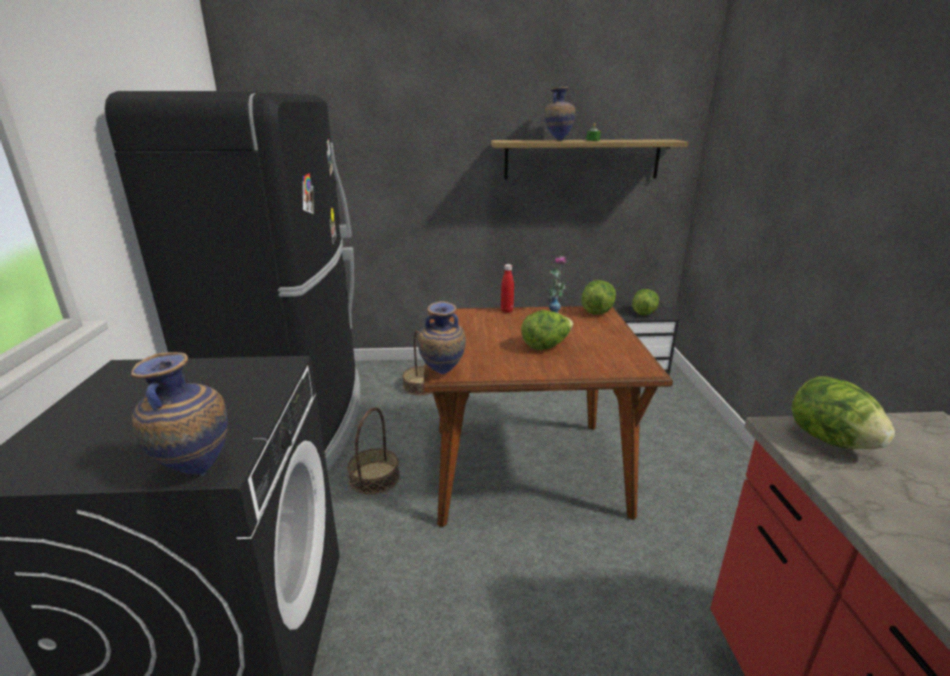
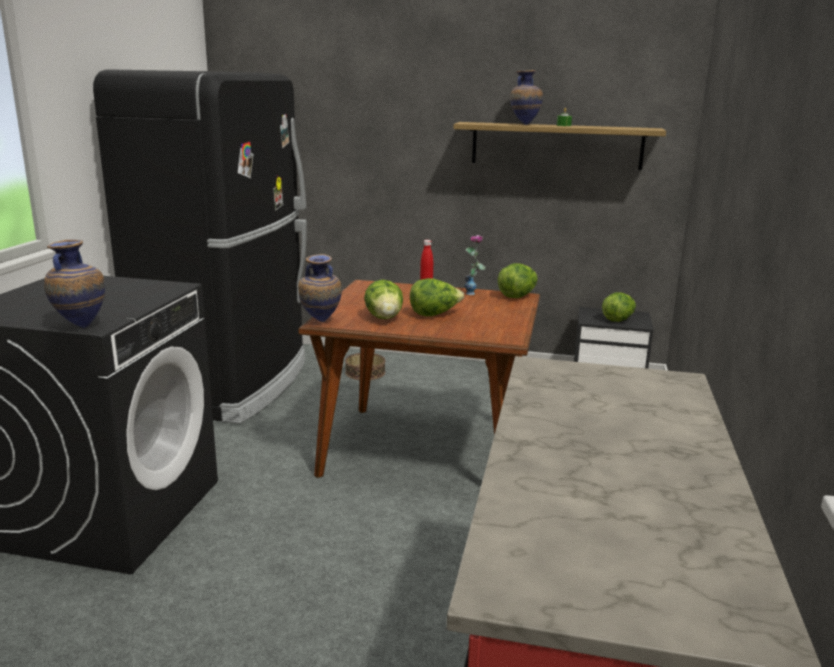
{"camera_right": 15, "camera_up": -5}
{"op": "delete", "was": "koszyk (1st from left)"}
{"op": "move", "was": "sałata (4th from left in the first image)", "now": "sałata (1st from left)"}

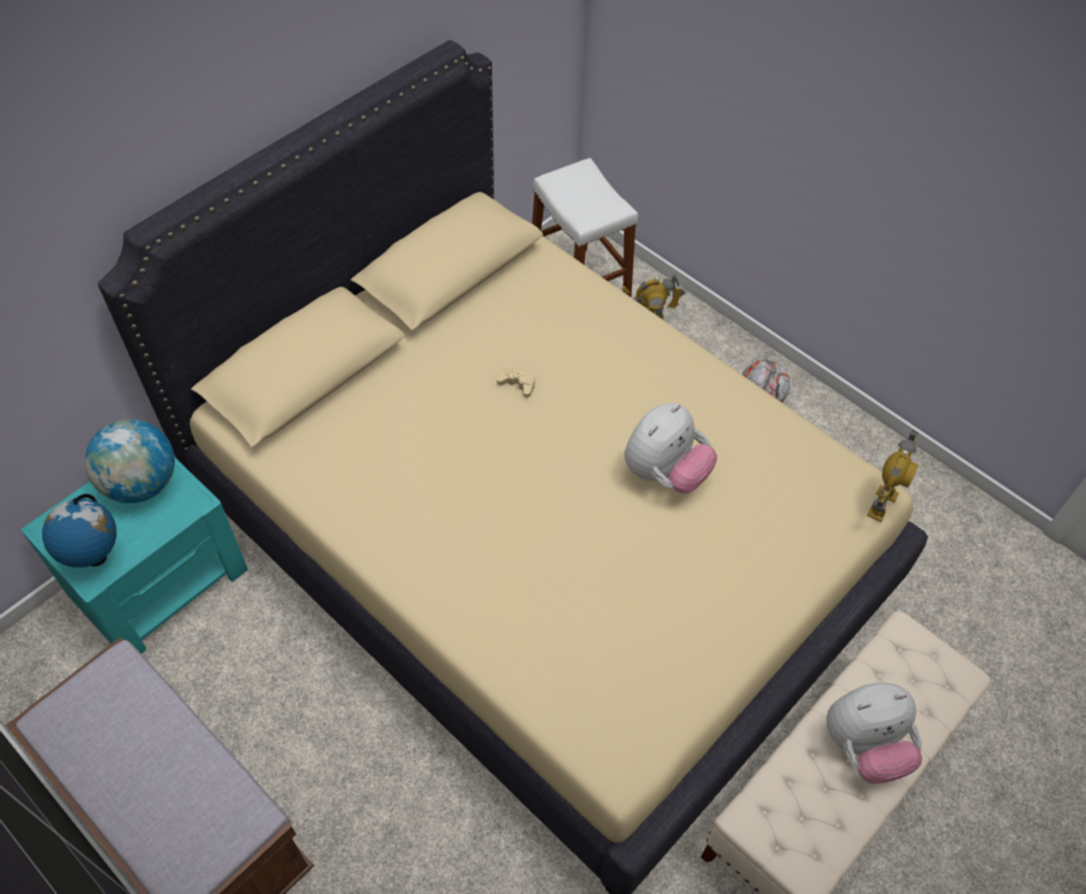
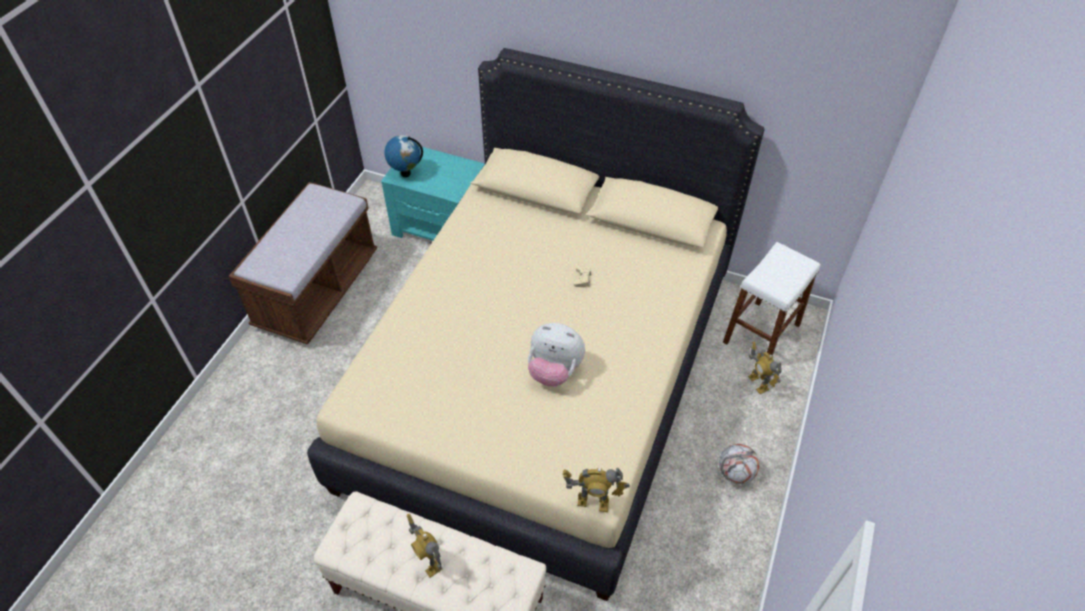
{"camera_right": 70, "camera_up": -5}
{"op": "delete", "was": "globus (2nd from left)"}
{"op": "replace", "was": "pluszak (2nd from left)", "now": "robot zabawkowy (1st from left)"}

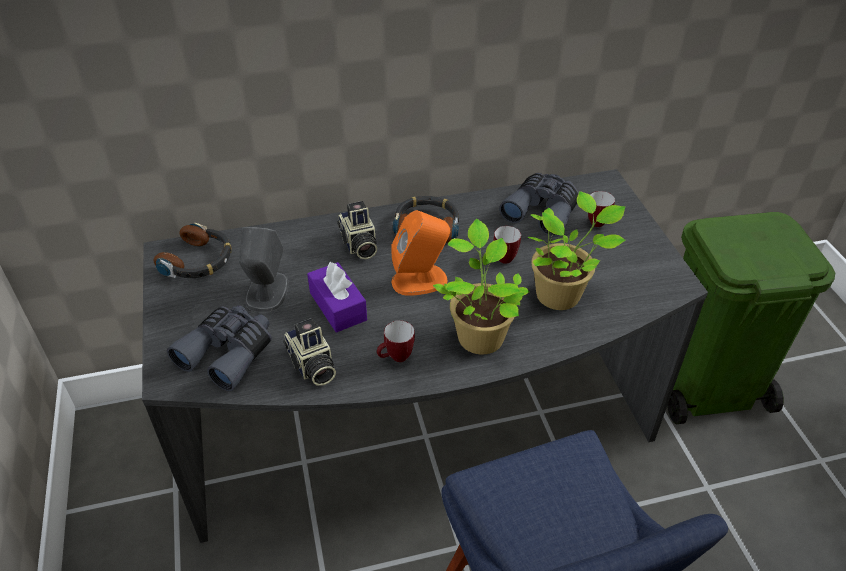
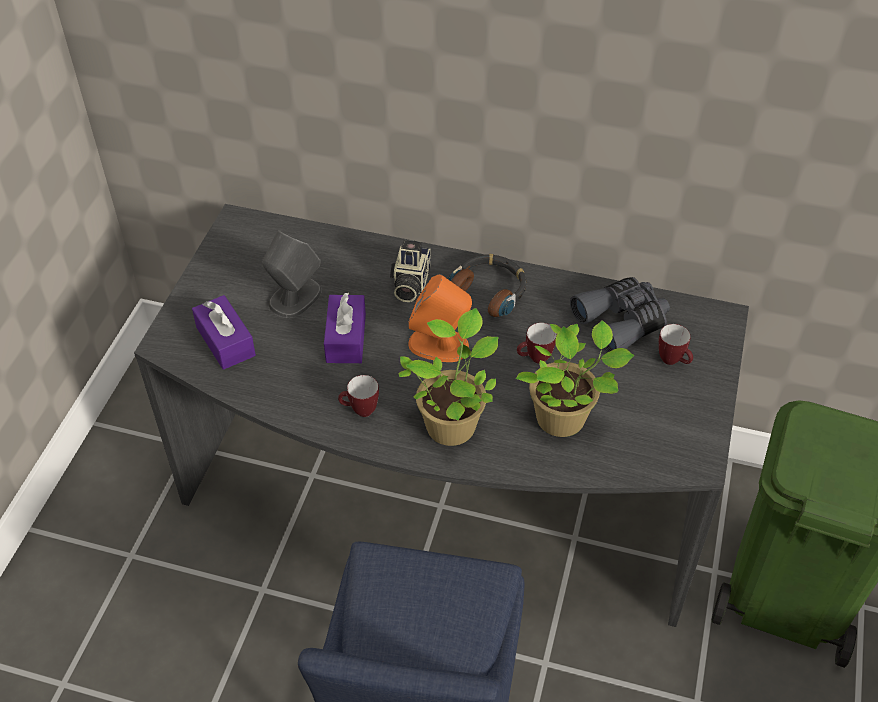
{"camera_right": 30, "camera_up": 5}
{"op": "delete", "was": "słuchawki (1st from left)"}
{"op": "delete", "was": "aparat fotograficzny (1st from left)"}
{"op": "replace", "was": "lornetka (szary) (1st from left)", "now": "pudełko chusteczek (fioletowy) (1st from left)"}

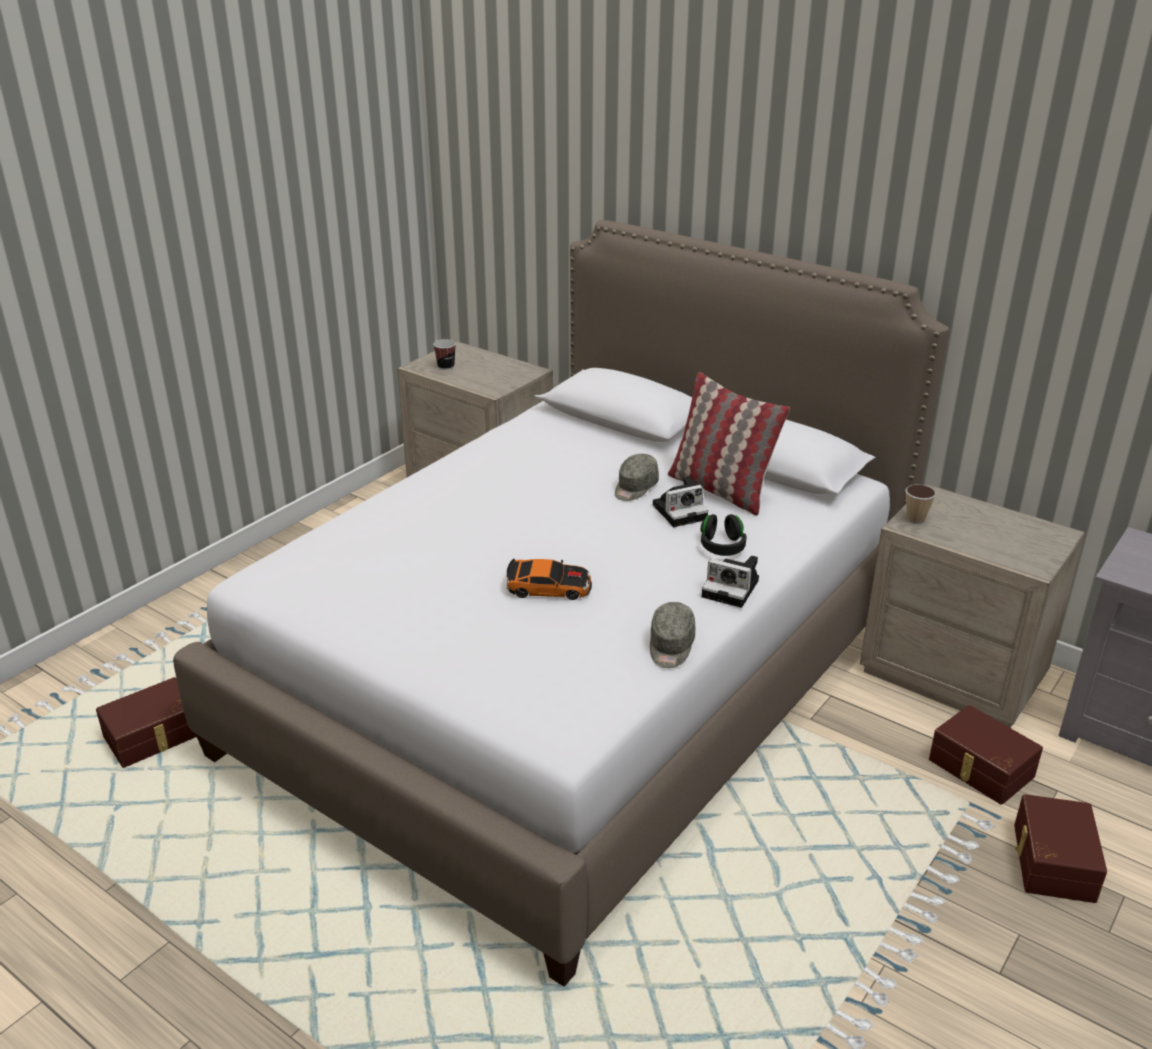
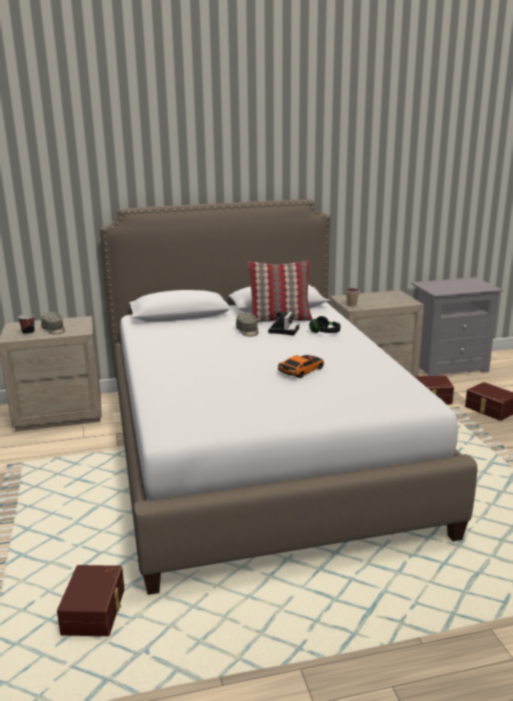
{"camera_right": -50, "camera_up": -10}
{"op": "delete", "was": "aparat fotograficzny (2nd from left)"}
{"op": "move", "was": "czapka z daszkiem (szary) (2nd from left in the first image)", "now": "czapka z daszkiem (szary) (1st from left)"}

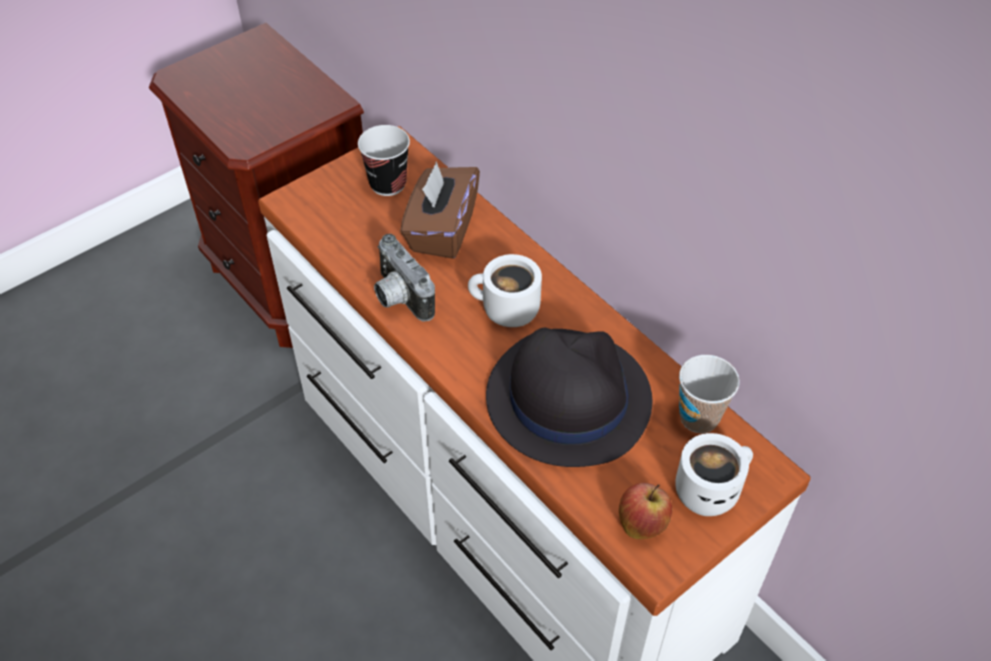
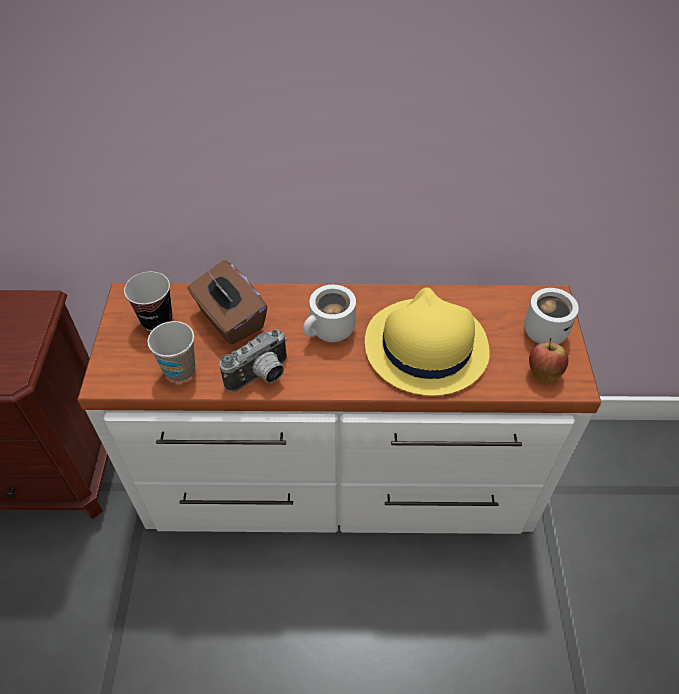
{"camera_right": -50, "camera_up": 0}
{"op": "move", "was": "filiżanka (2nd from left)"}
{"op": "recolor", "was": "kapelusz (czarny)", "now": "kapelusz (żółty)"}
{"op": "rotate", "was": "aparat fotograficzny", "clockwise": -45}

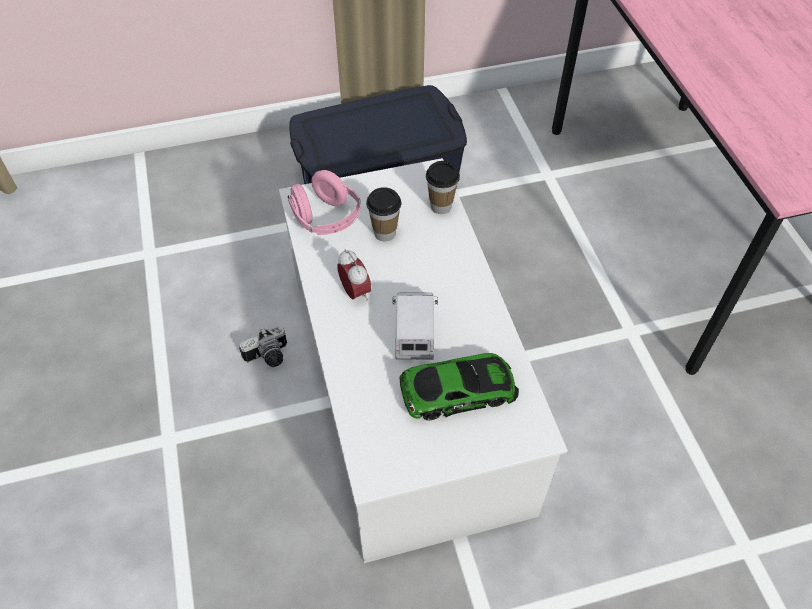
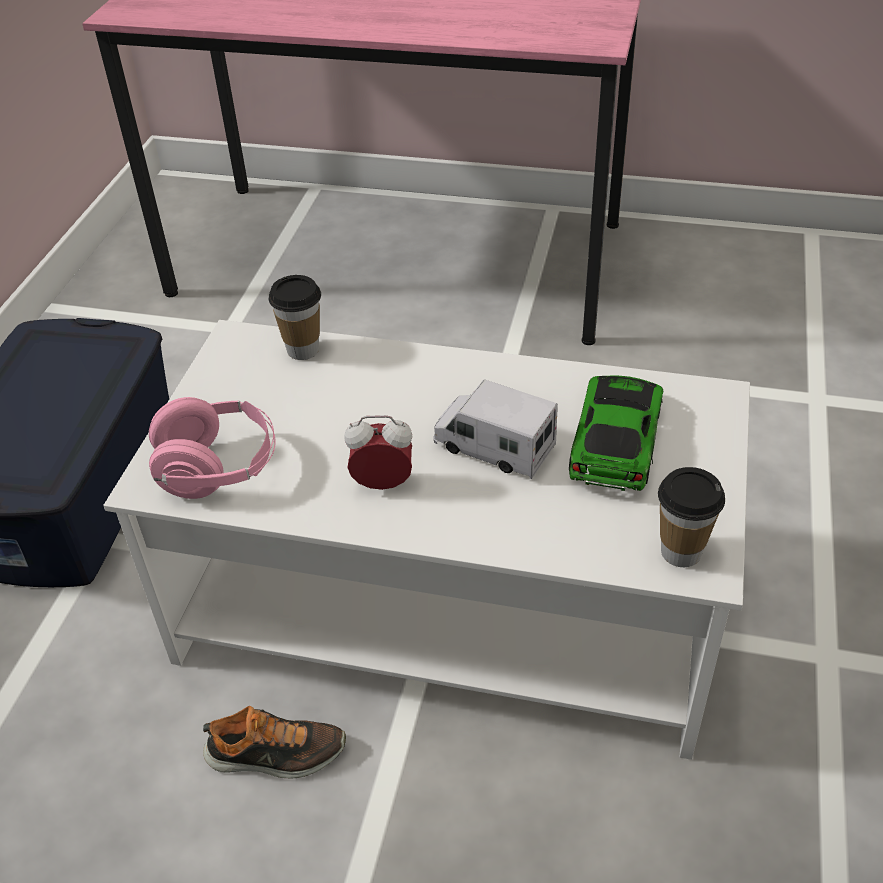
{"camera_right": -60, "camera_up": -10}
{"op": "move", "was": "filiżanka (1st from left in the first image)", "now": "filiżanka (2nd from left)"}
{"op": "replace", "was": "aparat fotograficzny", "now": "but"}

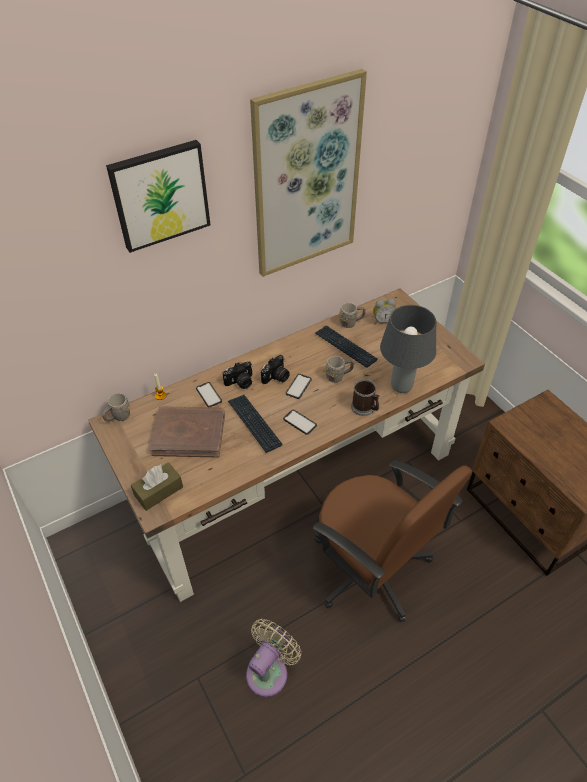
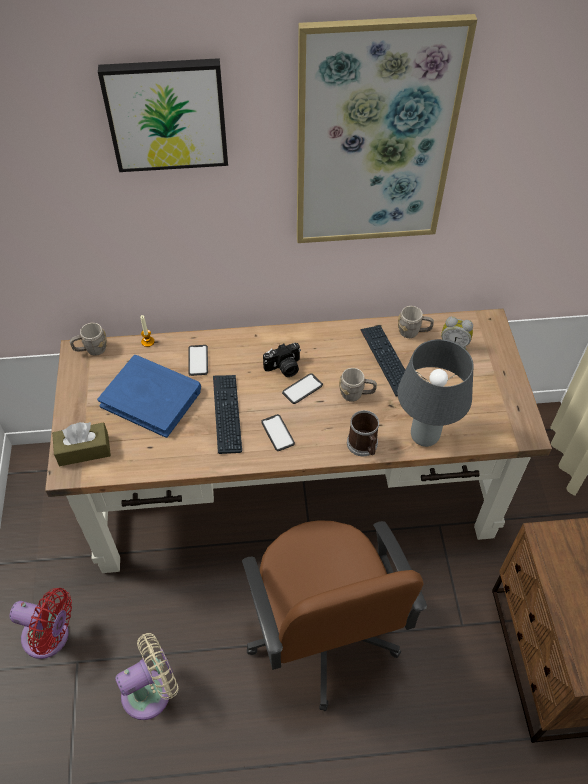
{"camera_right": 25, "camera_up": 5}
{"op": "delete", "was": "aparat fotograficzny (1st from left)"}
{"op": "insert", "now": "wentylator (czerwony)"}
{"op": "recolor", "was": "książka (brązowy)", "now": "książka (niebieski)"}

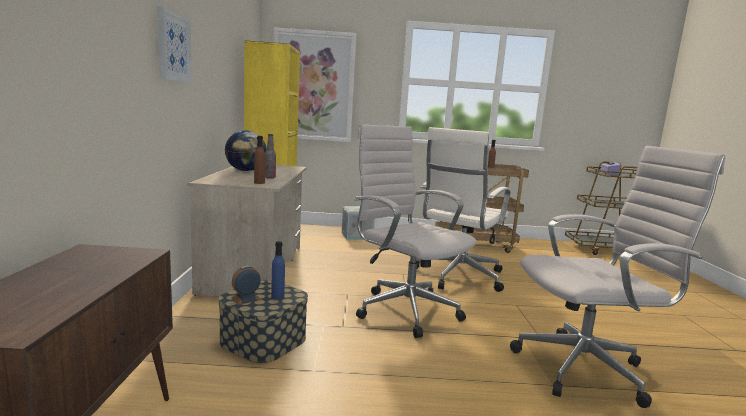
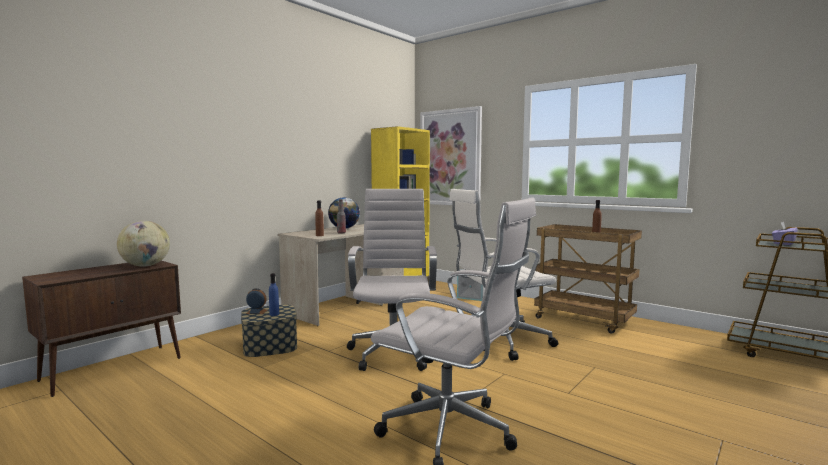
{"camera_right": 40, "camera_up": -5}
{"op": "delete", "was": "obraz (1st from left)"}
{"op": "insert", "now": "globus (1st from left)"}

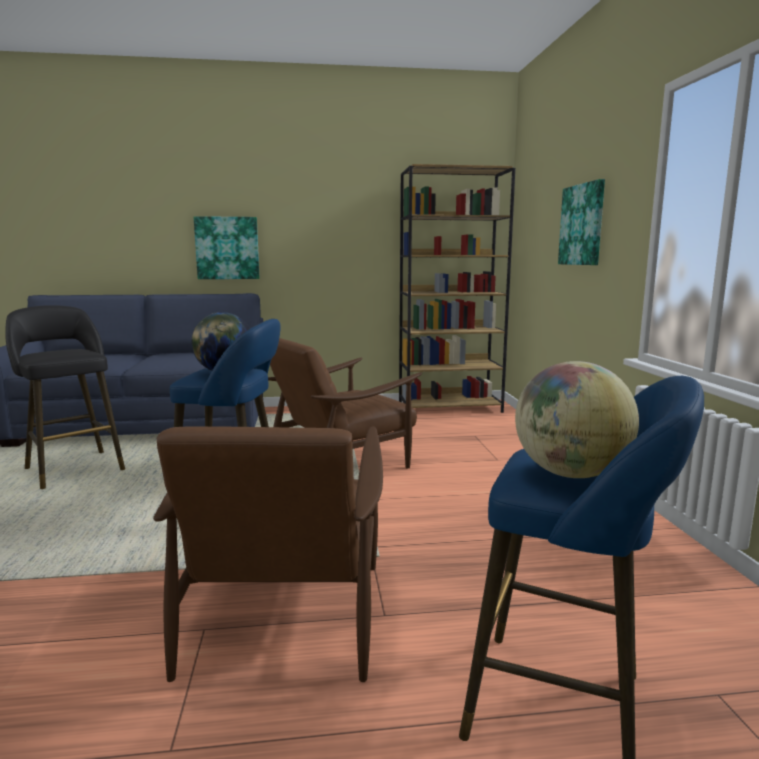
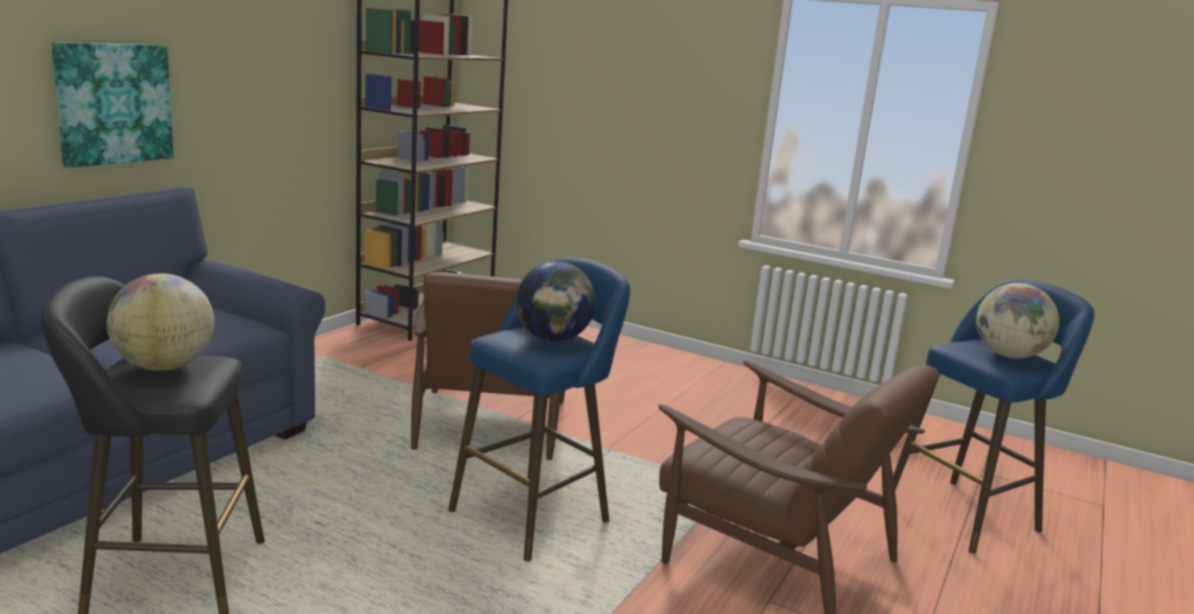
{"camera_right": -55, "camera_up": 5}
{"op": "delete", "was": "obraz (2nd from left)"}
{"op": "insert", "now": "globus (1st from left)"}

